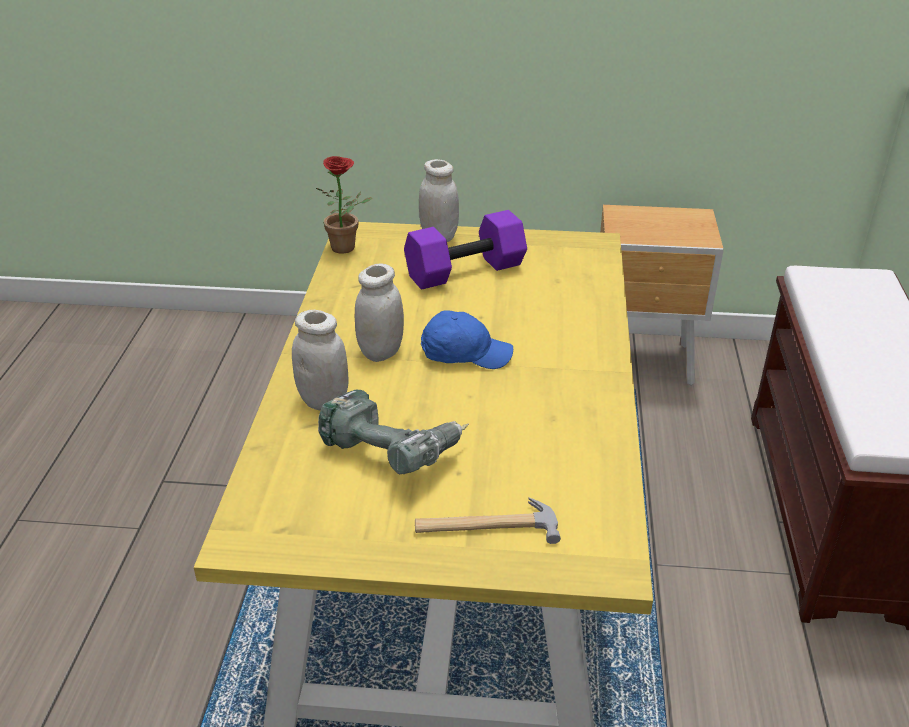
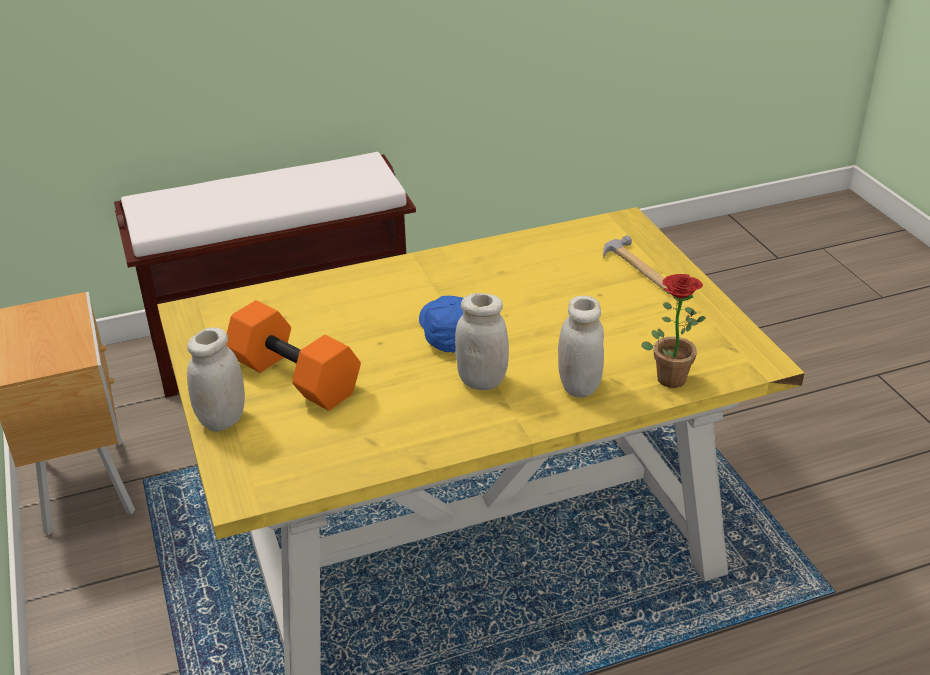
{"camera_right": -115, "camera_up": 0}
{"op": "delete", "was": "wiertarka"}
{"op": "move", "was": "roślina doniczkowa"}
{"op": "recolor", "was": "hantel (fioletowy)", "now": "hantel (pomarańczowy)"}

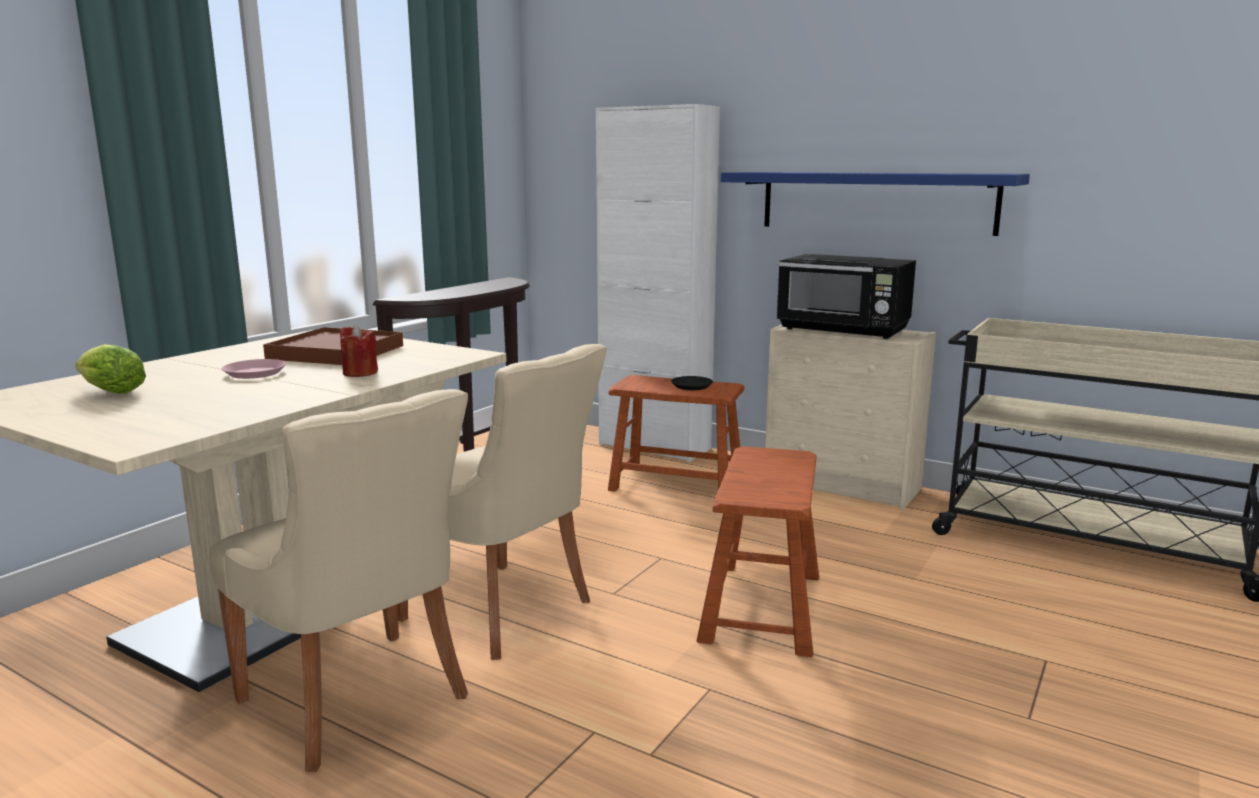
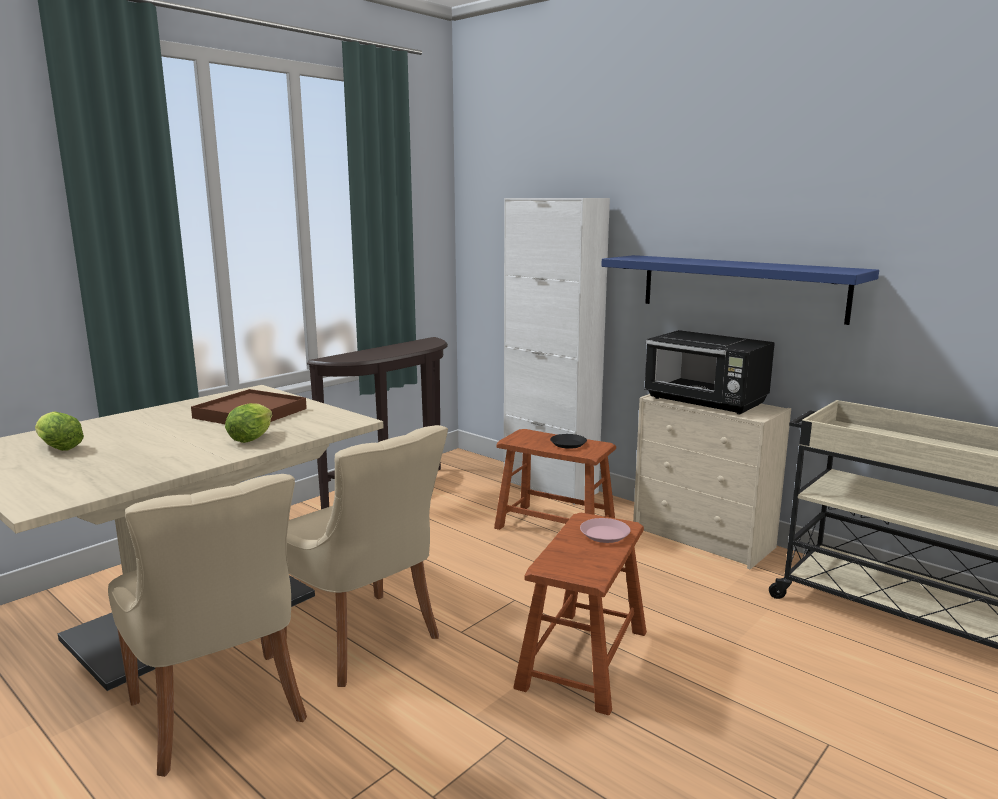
{"camera_right": 10, "camera_up": 0}
{"op": "move", "was": "talerz (różowy)"}
{"op": "replace", "was": "świeca (czerwony)", "now": "sałata (2nd from left)"}

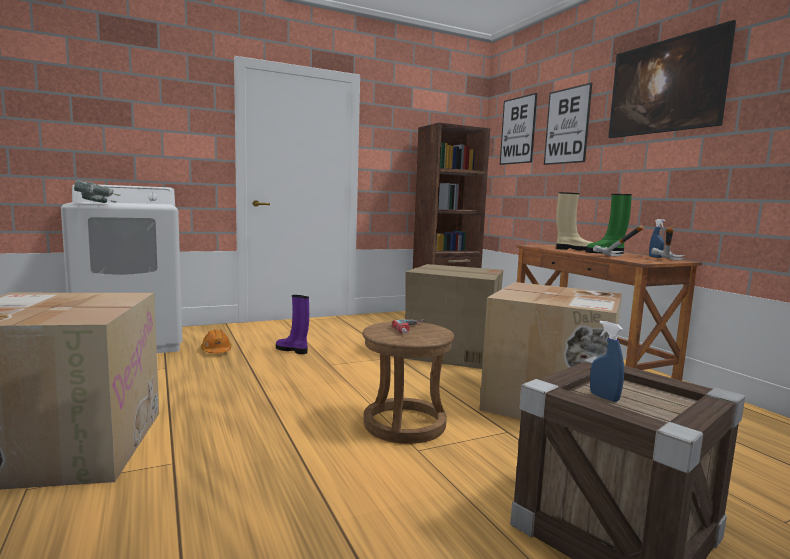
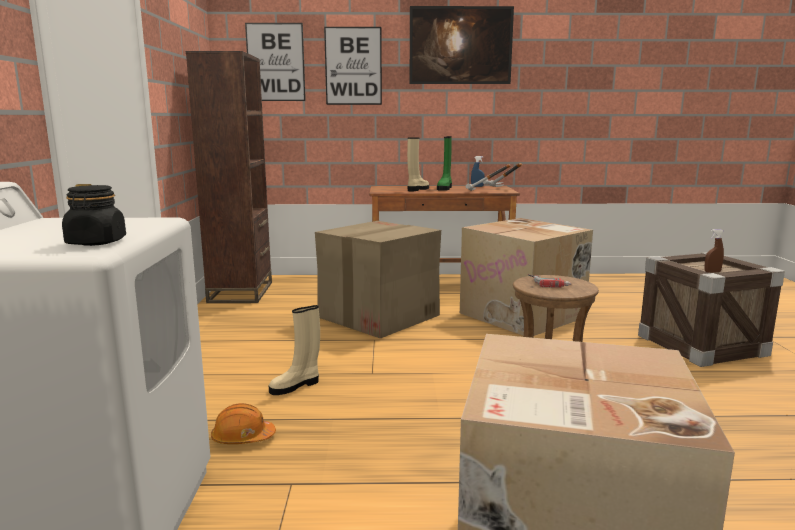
{"camera_right": -65, "camera_up": 5}
{"op": "replace", "was": "wiertarka (1st from left)", "now": "słoik (czarny)"}
{"op": "recolor", "was": "but z cholewką (fioletowy)", "now": "but z cholewką (beżowy) (1st from left)"}
{"op": "recolor", "was": "spryskiwacz (niebieski) (1st from left)", "now": "spryskiwacz (brązowy)"}

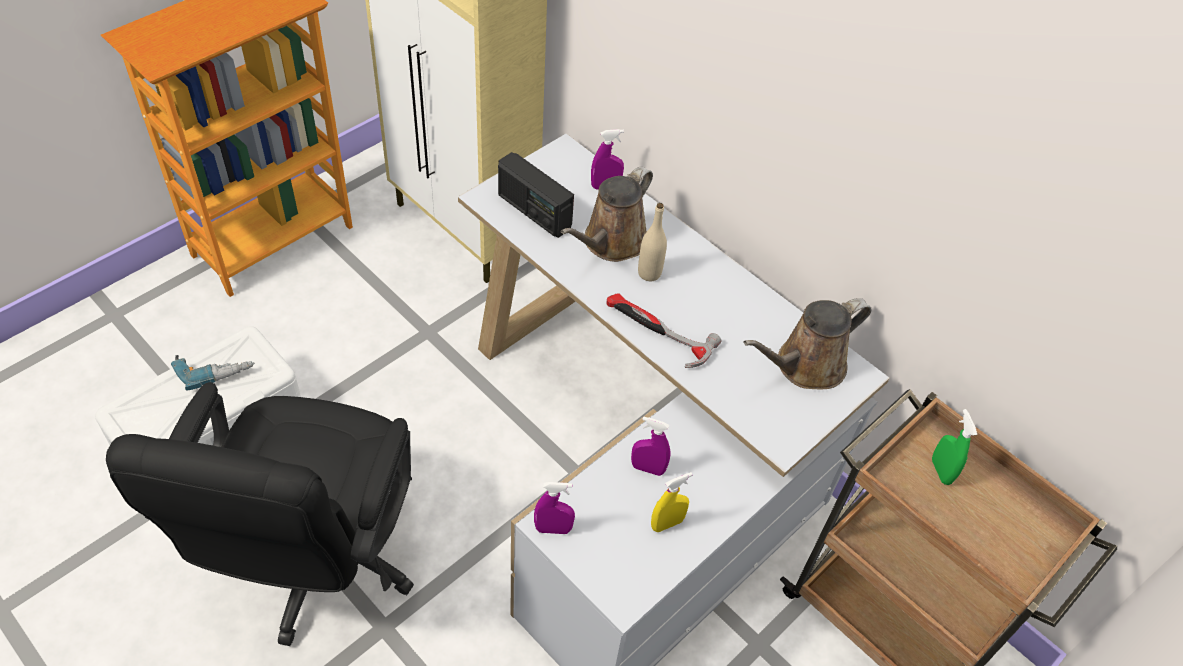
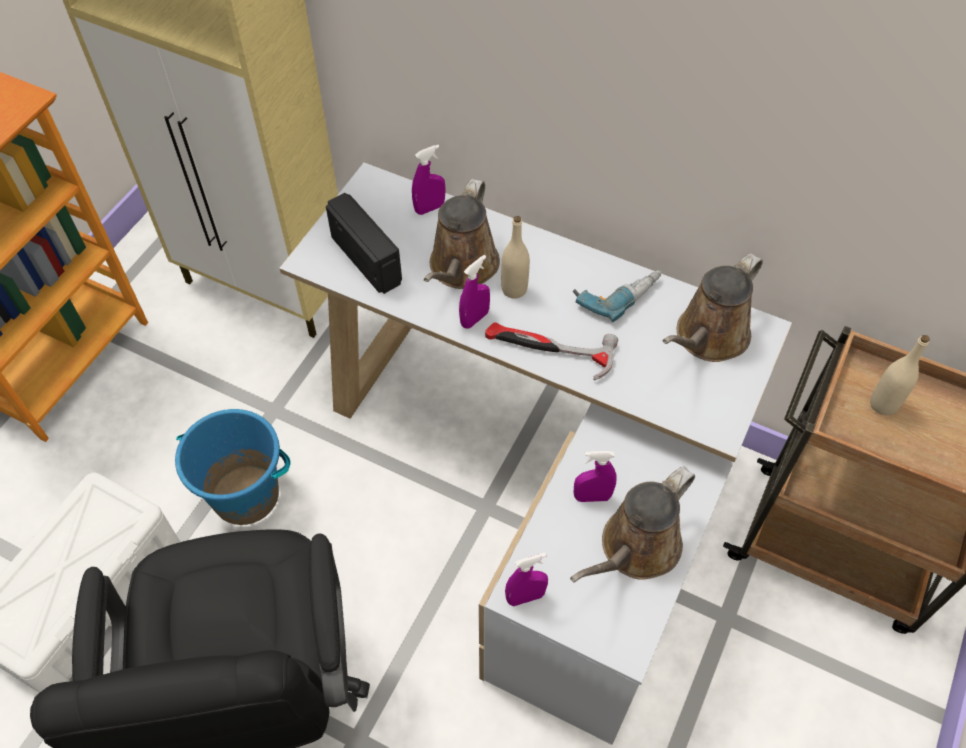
{"camera_right": -15, "camera_up": 5}
{"op": "insert", "now": "wiadro (niebieski)"}
{"op": "insert", "now": "spryskiwacz (fioletowy) (2nd from left)"}
{"op": "move", "was": "wiertarka"}
{"op": "replace", "was": "spryskiwacz (żółty)", "now": "konewka (brązowy) (2nd from left)"}
{"op": "replace", "was": "spryskiwacz (zielony)", "now": "butelka (beżowy) (2nd from left)"}
{"op": "rotate", "was": "radio", "clockwise": -150}

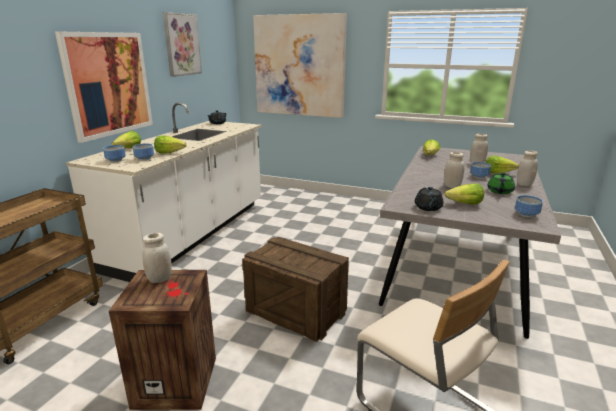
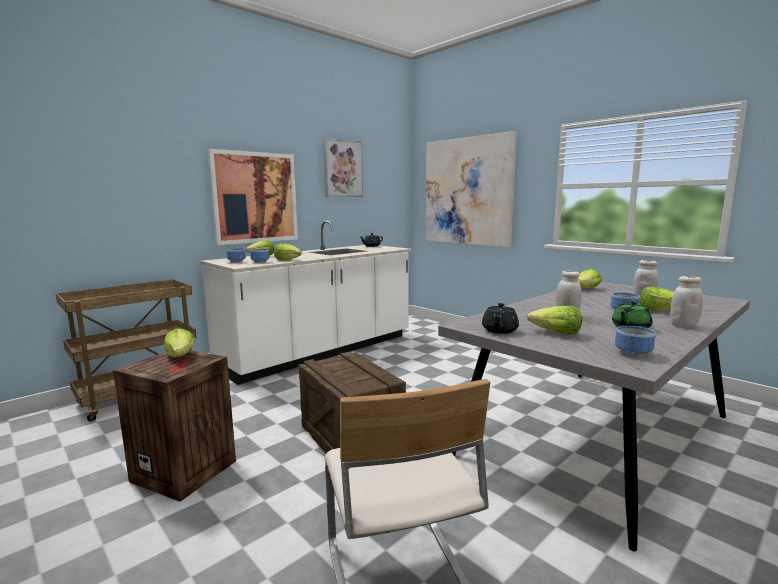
{"camera_right": 25, "camera_up": -10}
{"op": "replace", "was": "słoik (biały) (1st from left)", "now": "sałata (1st from left)"}

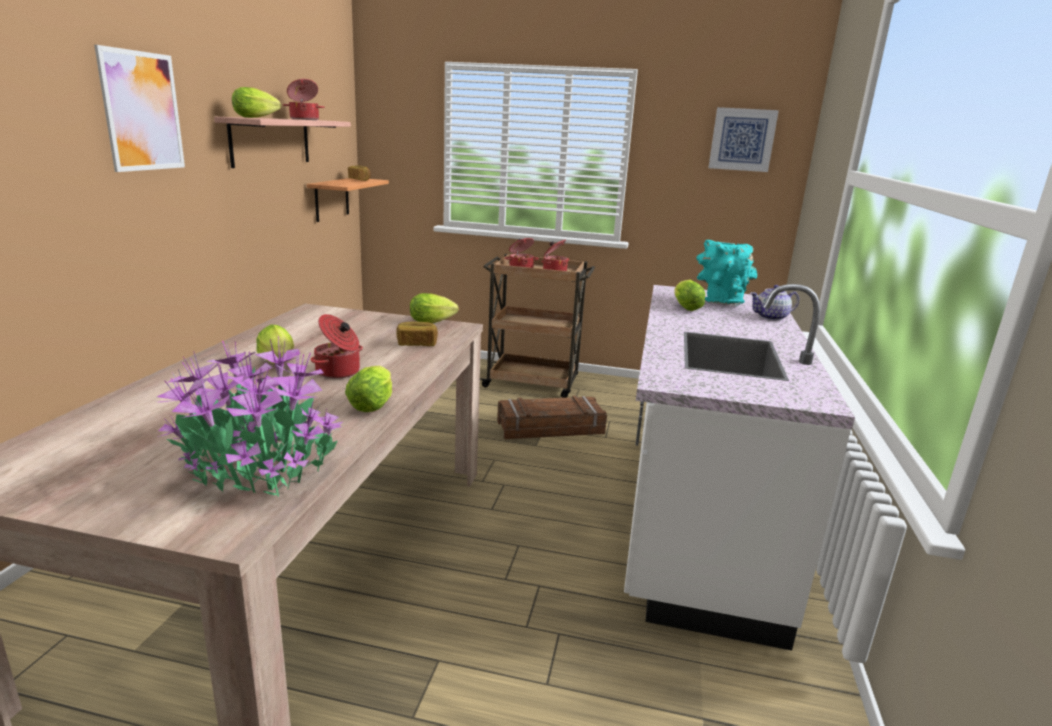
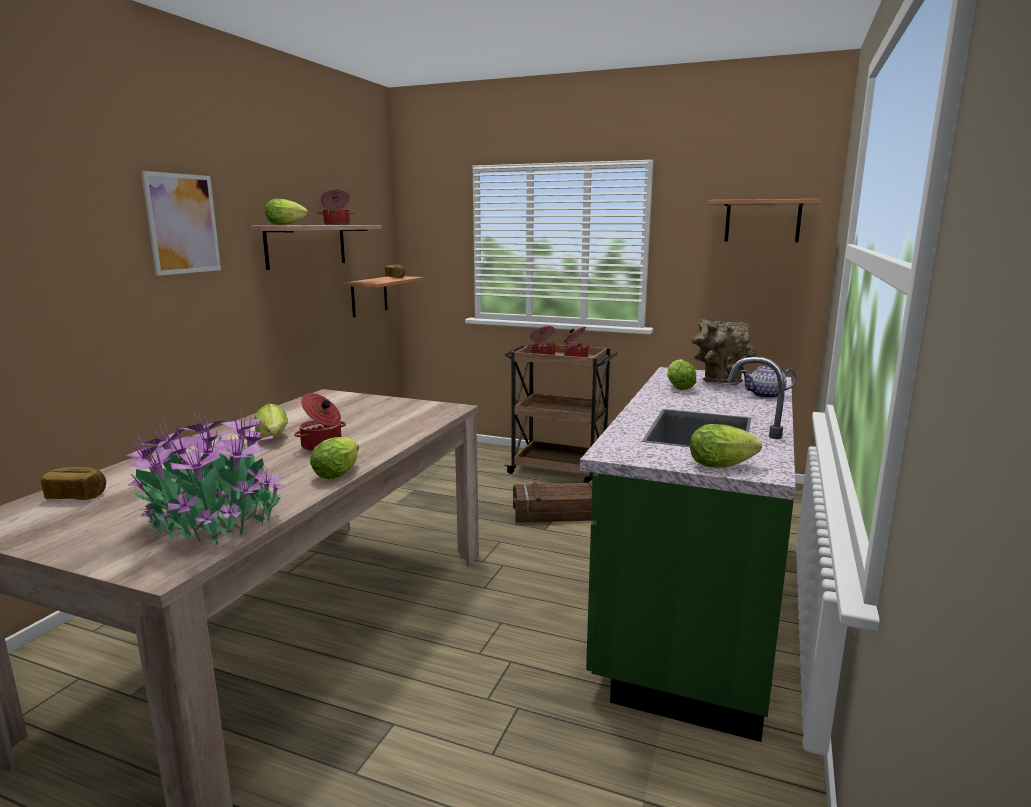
{"camera_right": 10, "camera_up": -5}
{"op": "move", "was": "chleb (2nd from left in the first image)", "now": "chleb (1st from left)"}
{"op": "move", "was": "sałata (4th from left in the first image)", "now": "sałata (5th from left)"}
{"op": "replace", "was": "obraz (2nd from left)", "now": "półka (3rd from left)"}
{"op": "recolor", "was": "zabudowa kuchenna (biały)", "now": "zabudowa kuchenna (zielony)"}
{"op": "recolor", "was": "wazon (turkusowy)", "now": "wazon (brązowy)"}

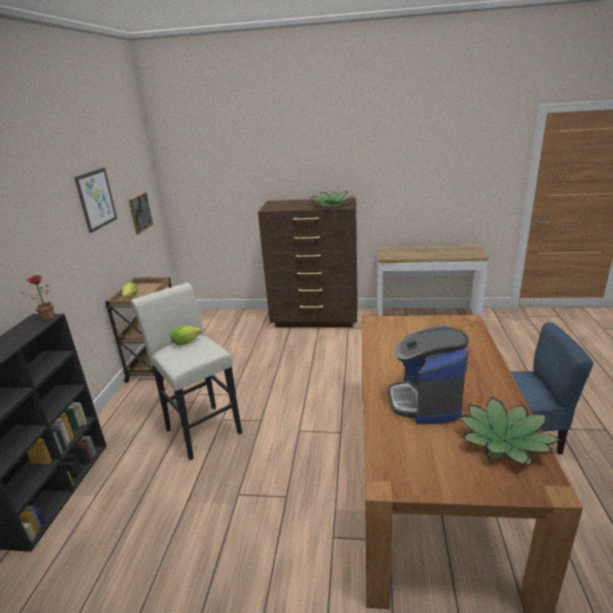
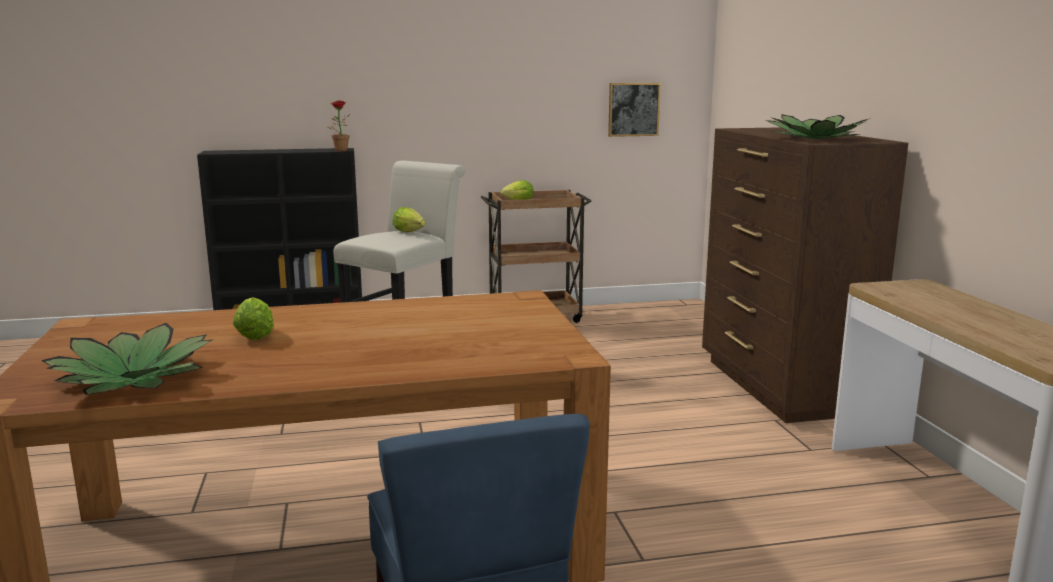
{"camera_right": 70, "camera_up": -10}
{"op": "delete", "was": "obraz (1st from left)"}
{"op": "replace", "was": "ekspres do kawy", "now": "sałata (1st from left)"}

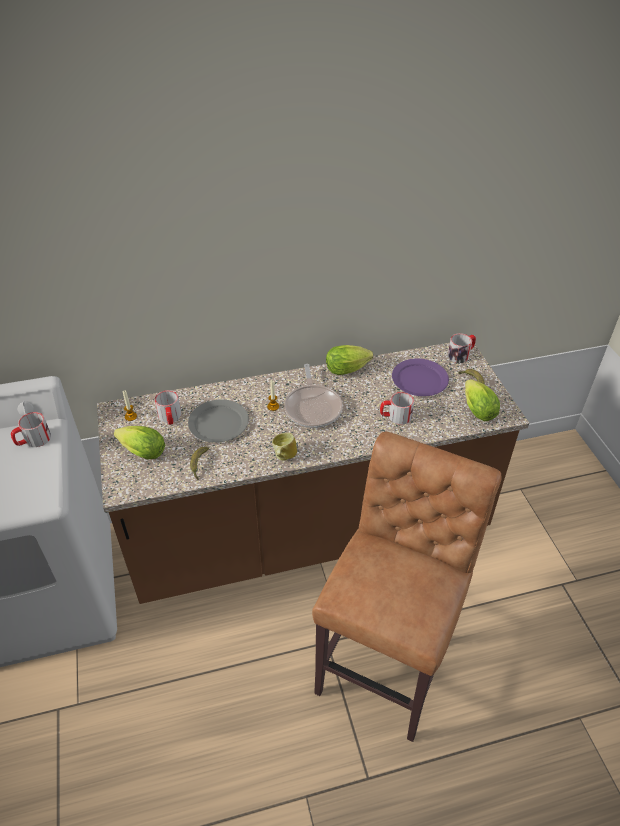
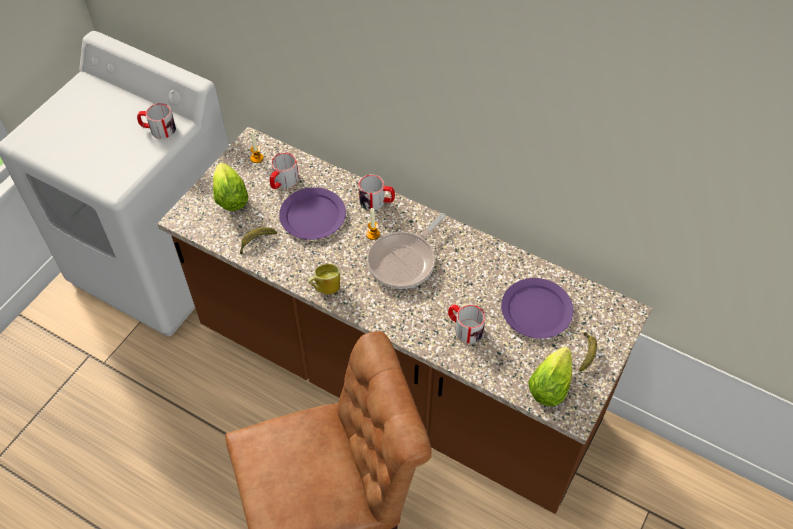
{"camera_right": 45, "camera_up": 10}
{"op": "delete", "was": "sałata (2nd from left)"}
{"op": "move", "was": "kubek (5th from left in the first image)", "now": "kubek (4th from left)"}
{"op": "recolor", "was": "talerz (szary)", "now": "talerz (fioletowy) (1st from left)"}

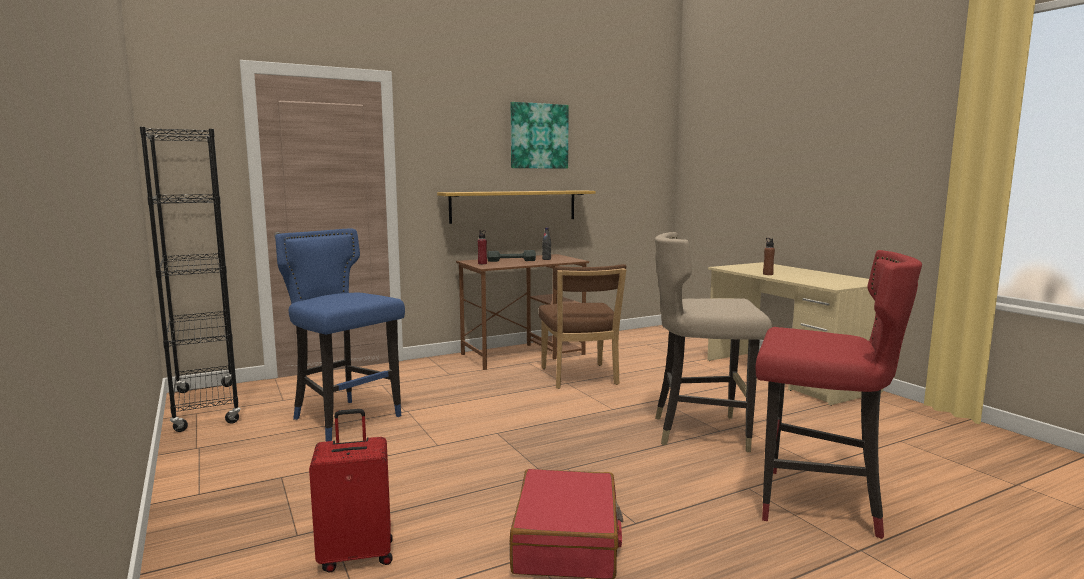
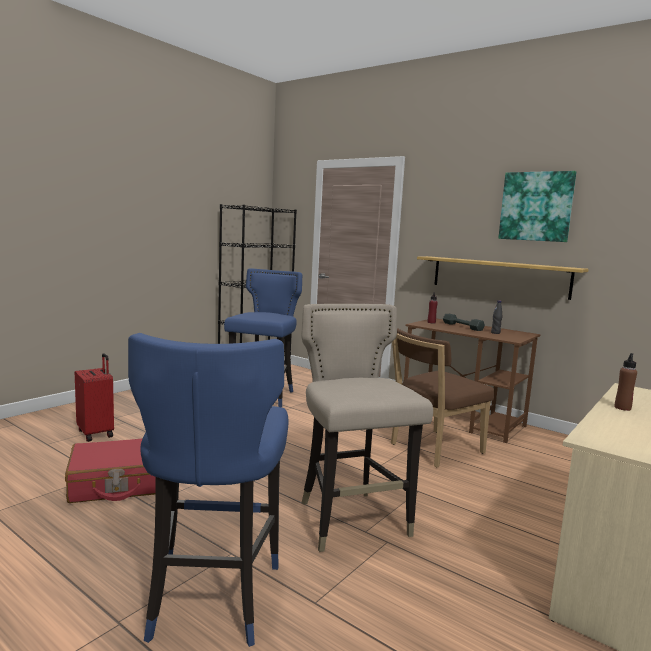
{"camera_right": 65, "camera_up": 0}
{"op": "recolor", "was": "stołek (czerwony)", "now": "stołek (niebieski) (1st from left)"}

